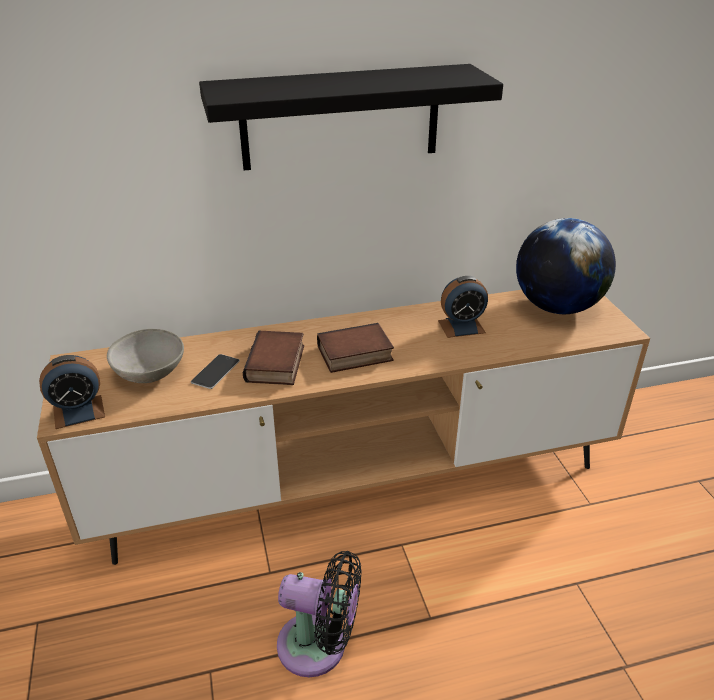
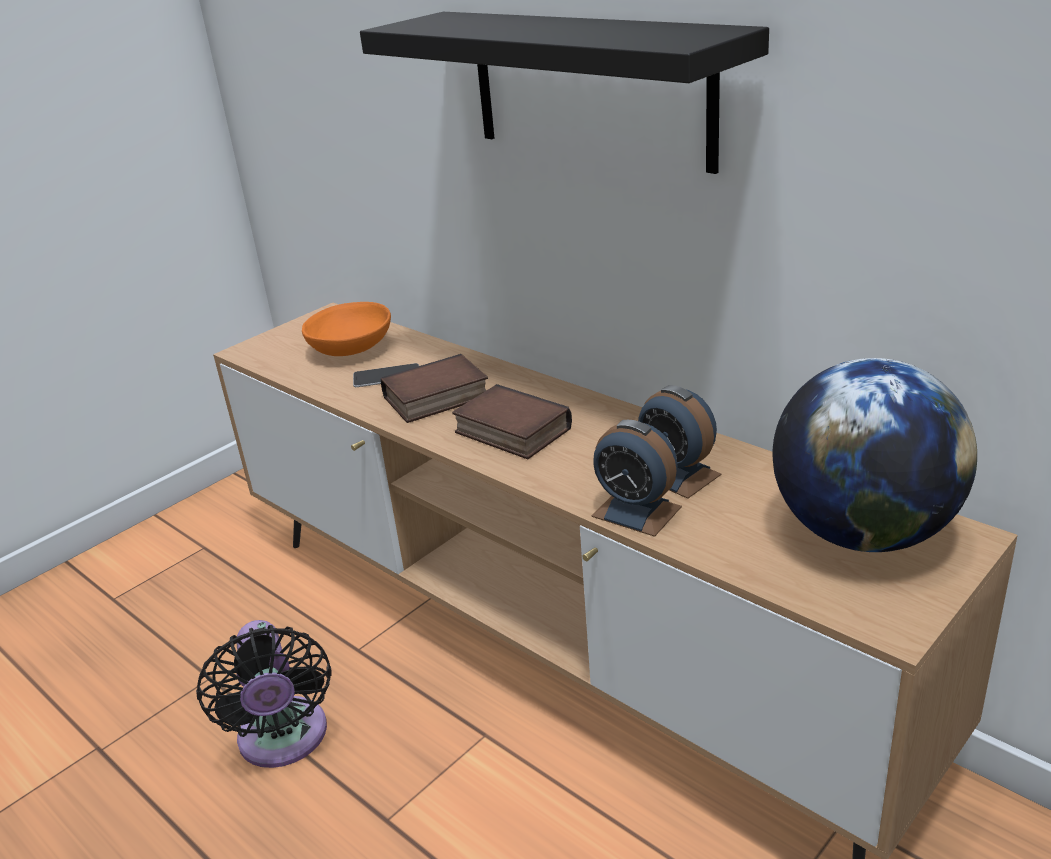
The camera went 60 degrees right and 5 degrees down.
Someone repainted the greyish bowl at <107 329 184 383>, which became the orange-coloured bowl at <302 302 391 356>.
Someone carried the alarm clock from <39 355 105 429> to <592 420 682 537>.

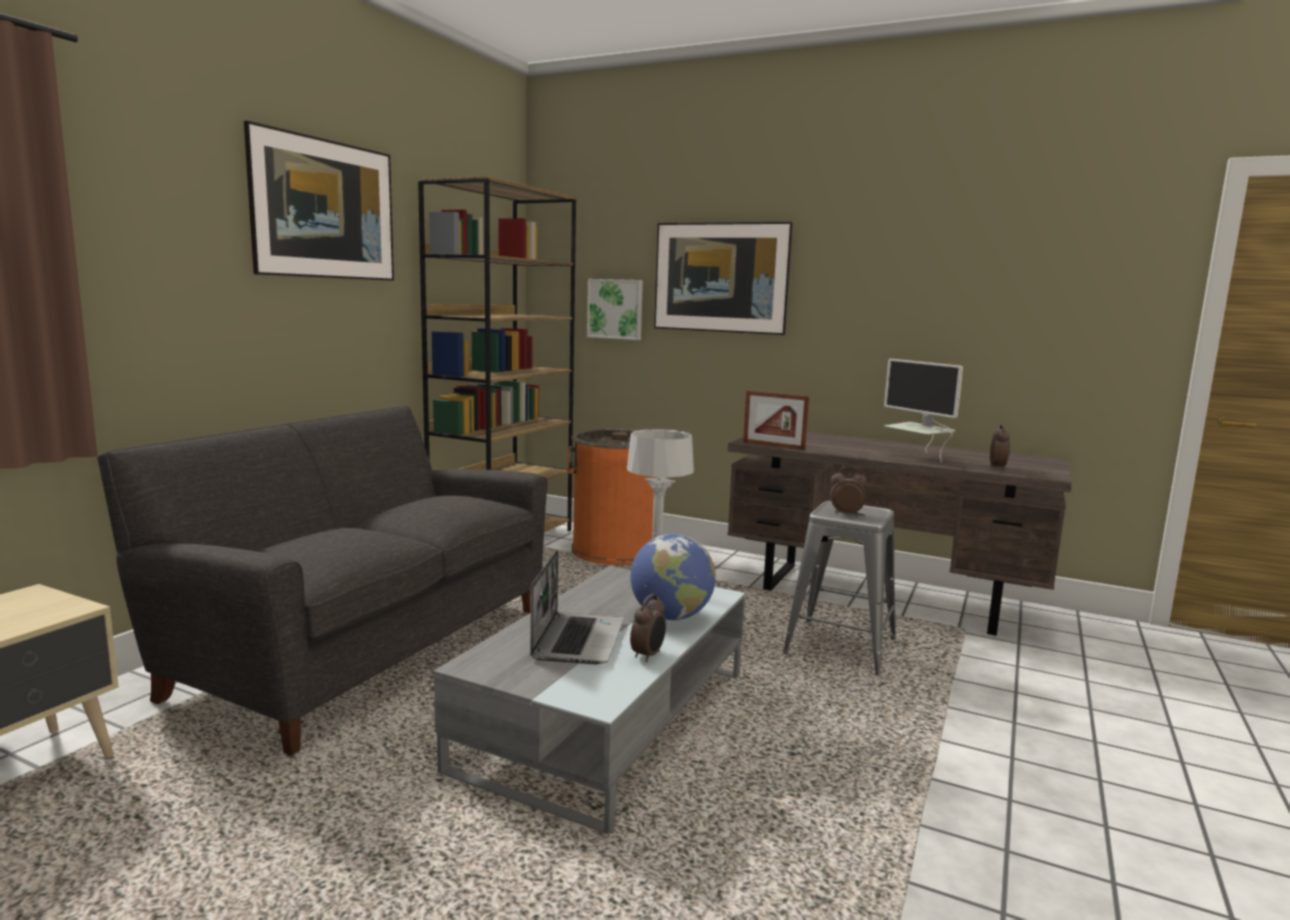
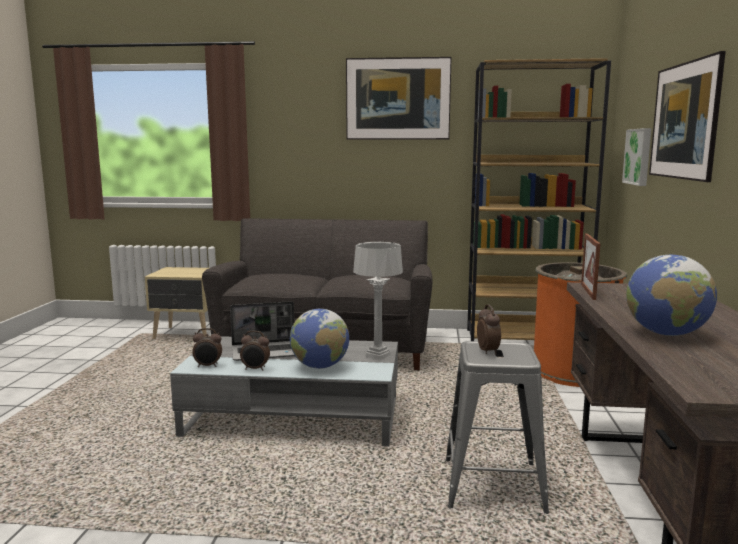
The camera went 70 degrees right and 0 degrees up.
Someone swapped the computer screen at <884 359 963 463> for the globe at <626 255 717 336>.
Someone carried the alarm clock from <990 424 1010 470> to <192 328 222 367>.

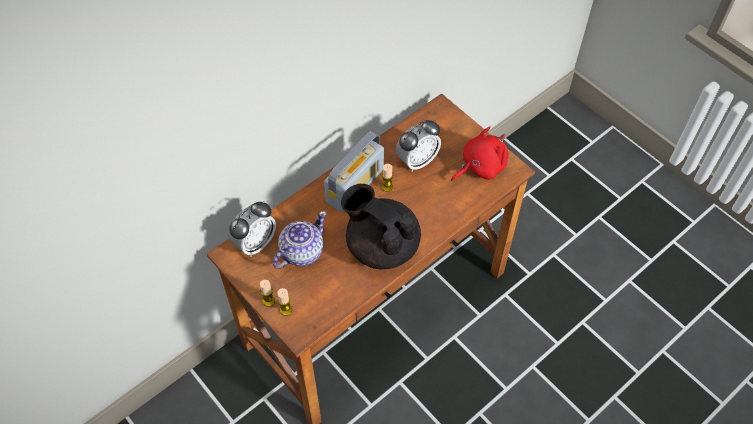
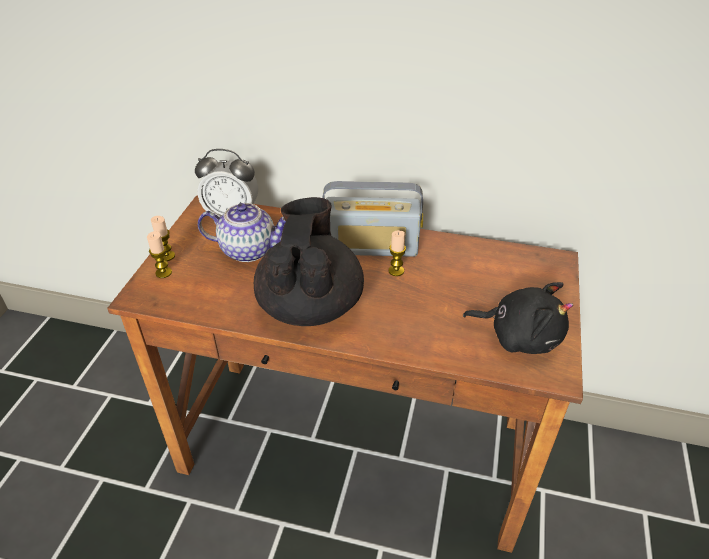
The camera went 55 degrees right and 15 degrees down.
Someone took away the alarm clock at <396 120 441 172>.
Someone repainted the red cuddly toy at <451 127 508 181>, which became the black-coloured cuddly toy at <463 282 573 354>.

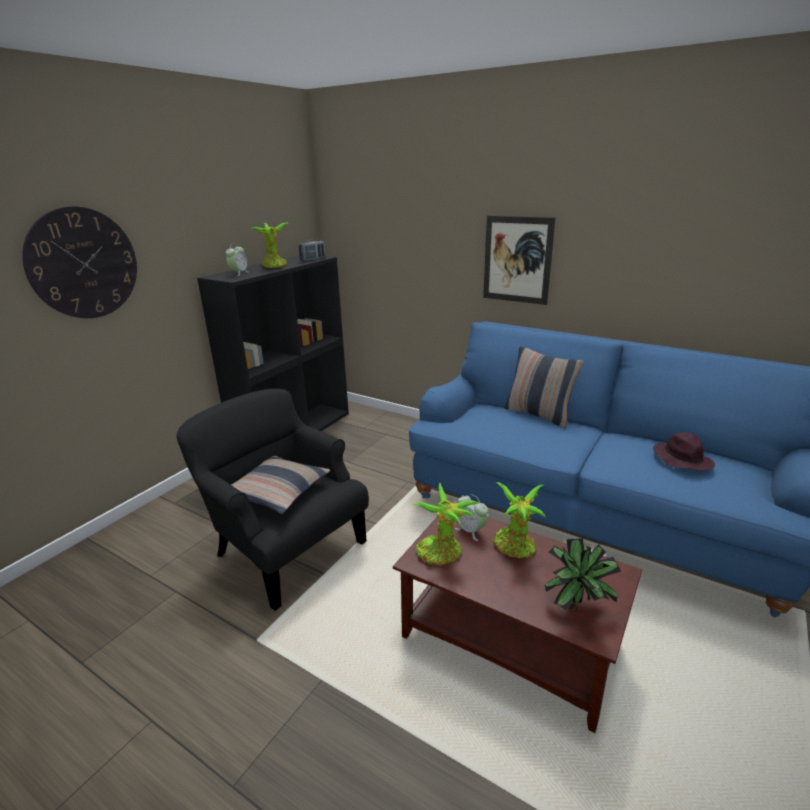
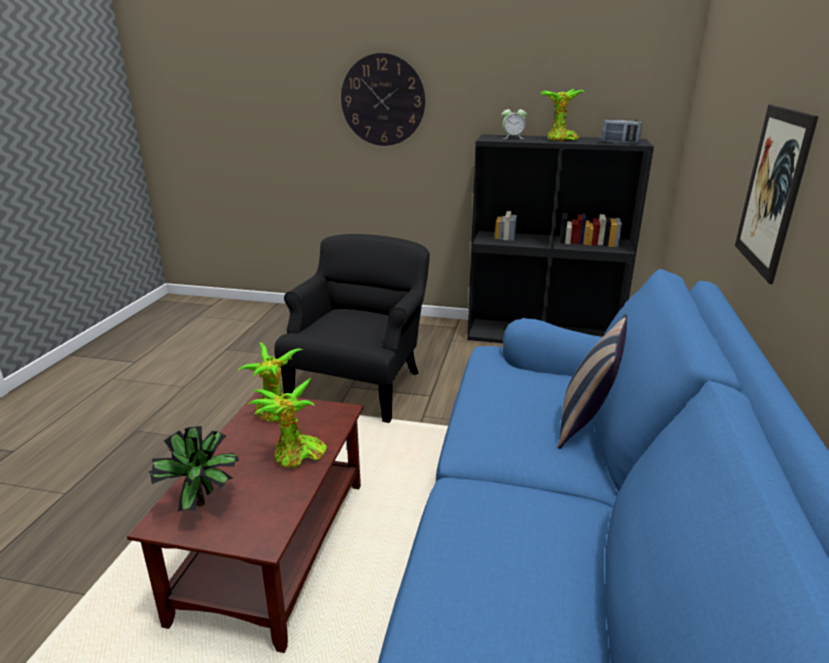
The camera went 70 degrees right and 0 degrees up.
Someone took away the purple-coloured wearable hat at <653 432 715 470>.
Someone took away the throw pillow at <231 456 331 514>.
Someone took away the alarm clock at <455 494 488 541>.

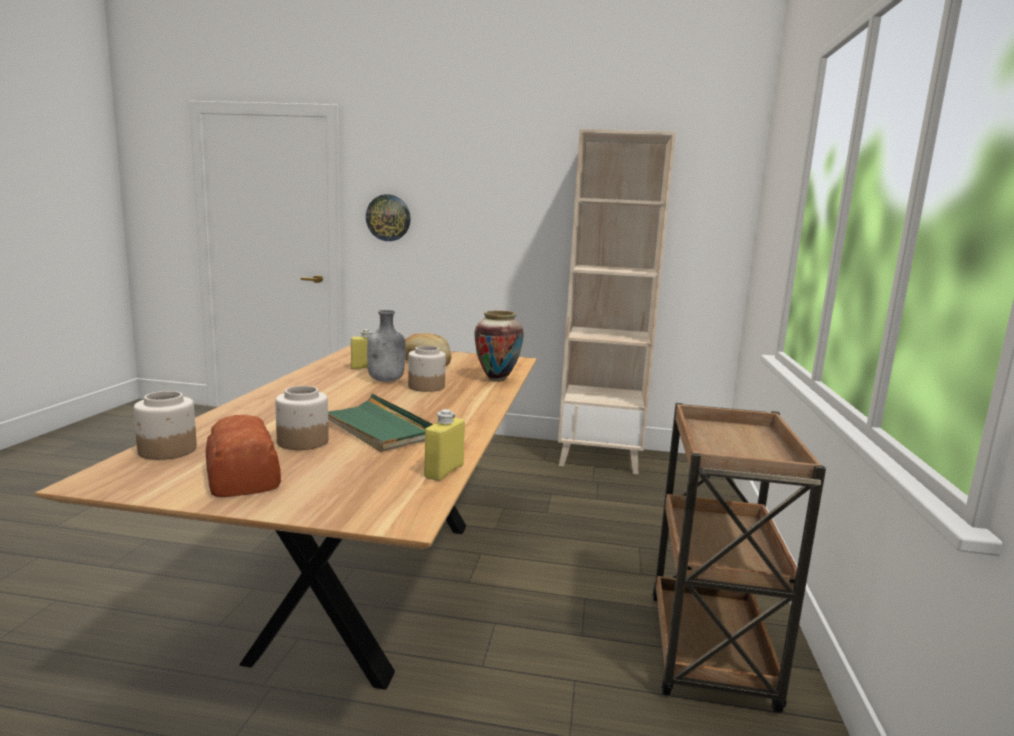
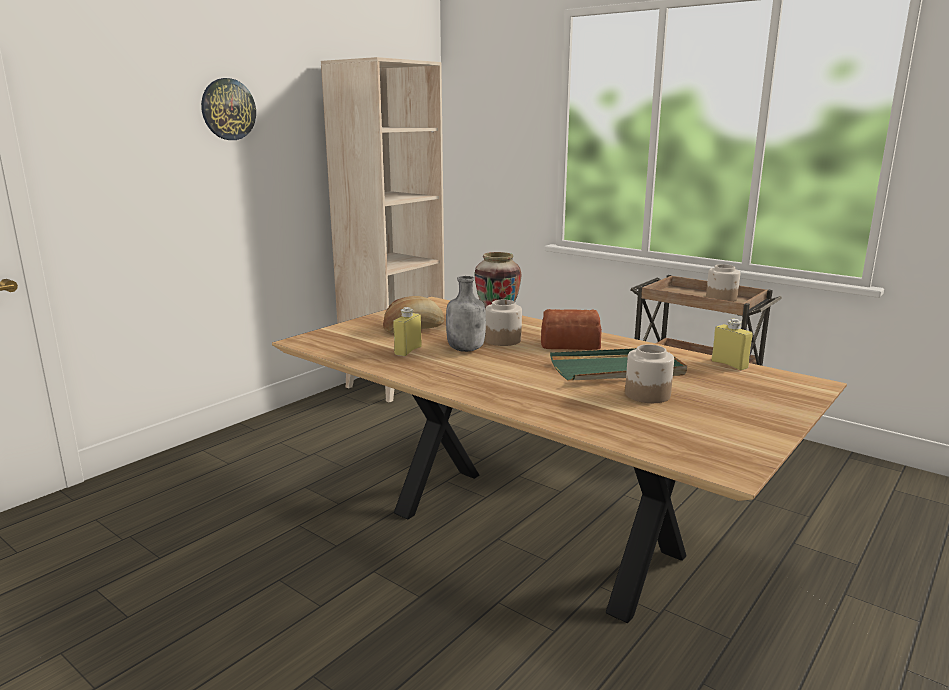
The camera went 60 degrees left and 5 degrees up.
Someone carried the clock on the wall from <366 194 411 241> to <201 78 256 140>.
Someone carried the preserve jar from <134 391 197 460> to <706 264 740 302>.
Someone carried the baked bread from <206 415 281 497> to <541 309 602 350>.

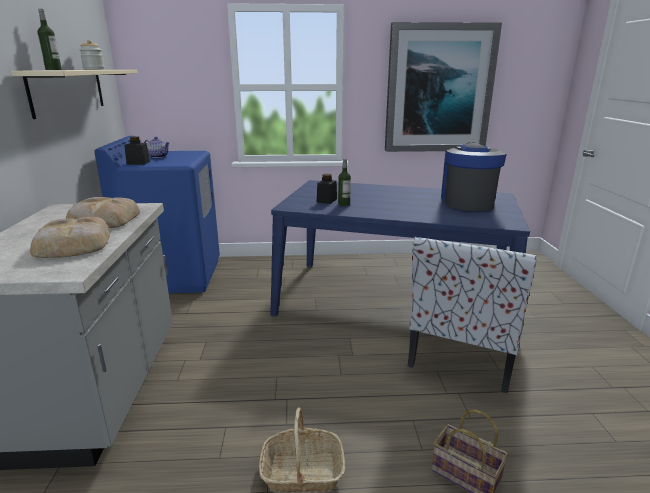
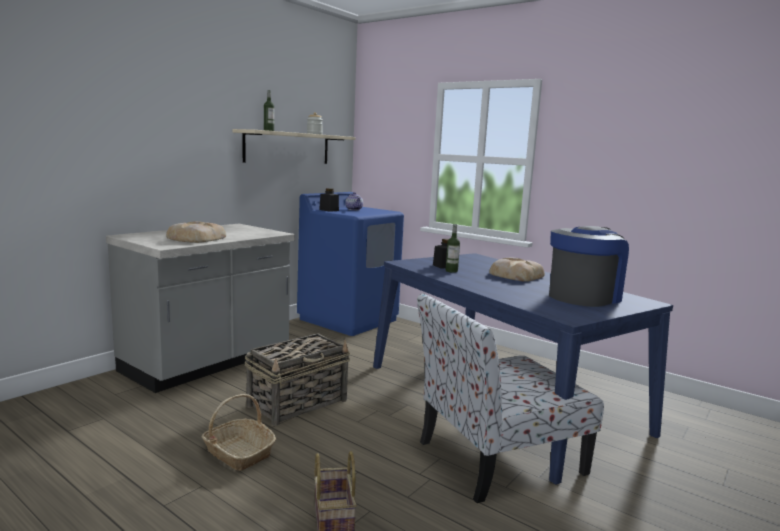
The camera went 40 degrees right and 10 degrees down.
Someone took away the wall picture at <385 22 502 152>.
Someone carried the baked bread from <66 197 140 228> to <489 258 545 282>.
Someone put down the basket at <245 333 350 426>.

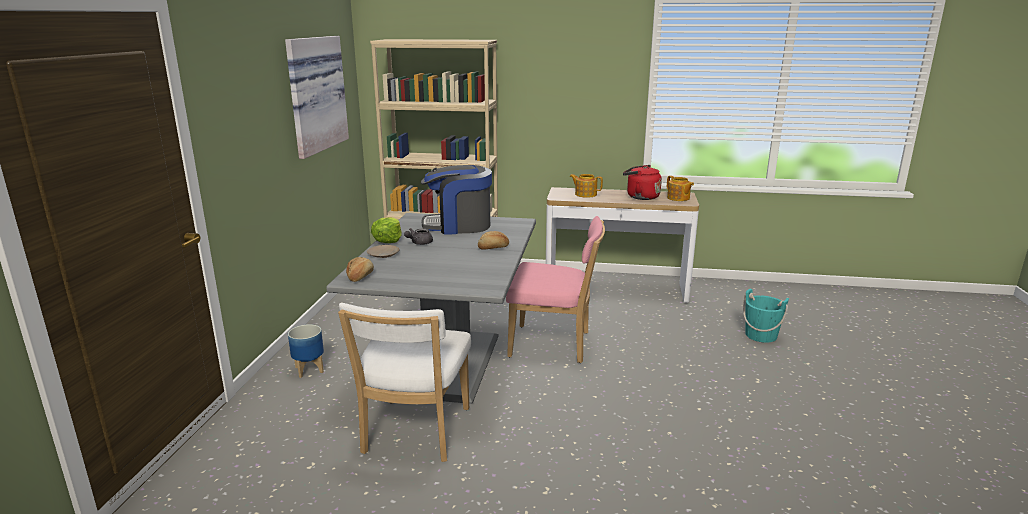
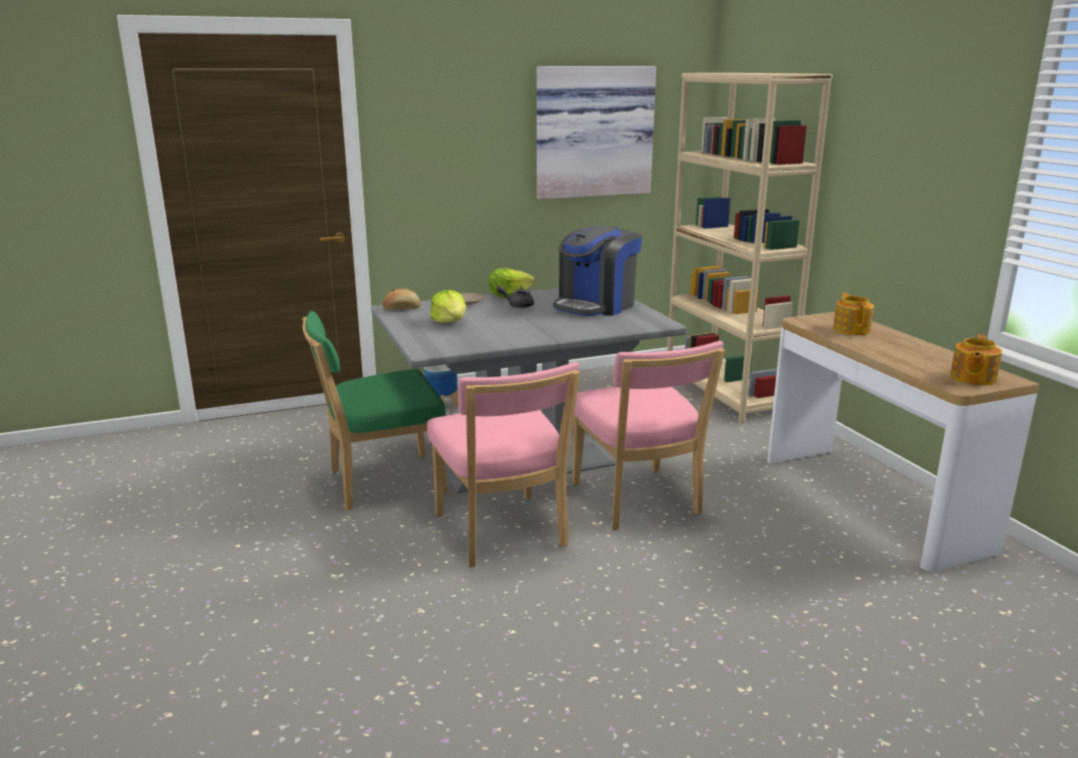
The camera went 60 degrees right and 0 degrees up.
Someone rotated the coffee machine at <421 165 492 235> by 105 degrees counterclockwise.
Someone took away the red tea kettle at <623 165 662 200>.
Someone took away the baked bread at <478 231 509 250>.
Someone took away the blue-green pail at <743 289 789 343>.
Someone repainted the white upright chair at <338 303 471 462>, which became the green upright chair at <302 311 448 510>.
Someone put down the head of lettuce at <430 290 466 323>.
Someone put down the pinkish upright chair at <427 362 580 567>.

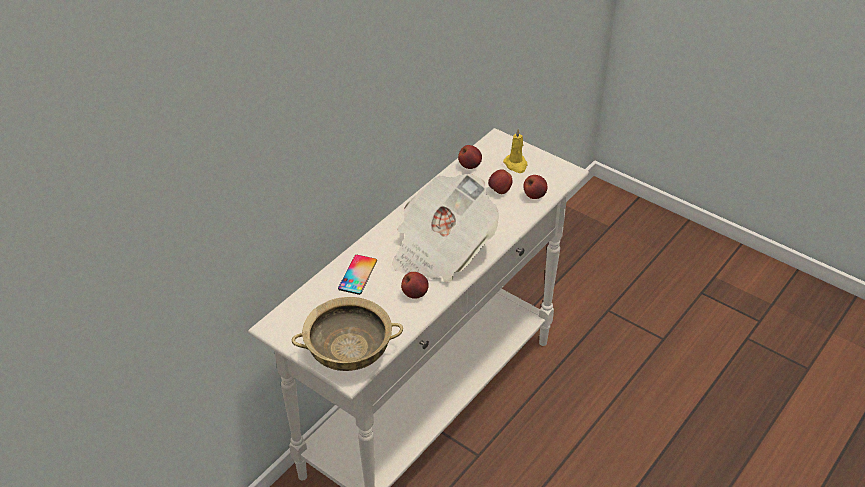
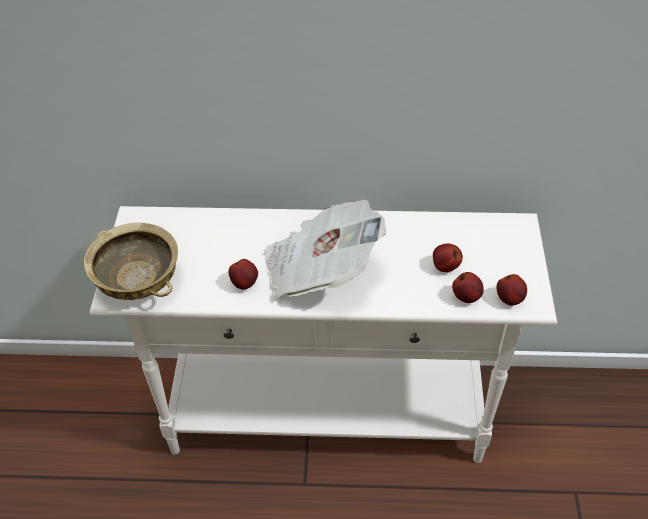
The camera went 55 degrees right and 5 degrees up.
Someone took away the yellowish wax light at <503 128 528 173>.
Someone carried the whole apple from <458 145 482 169> to <497 274 527 305>.
Someone took away the phone at <338 255 377 295>.

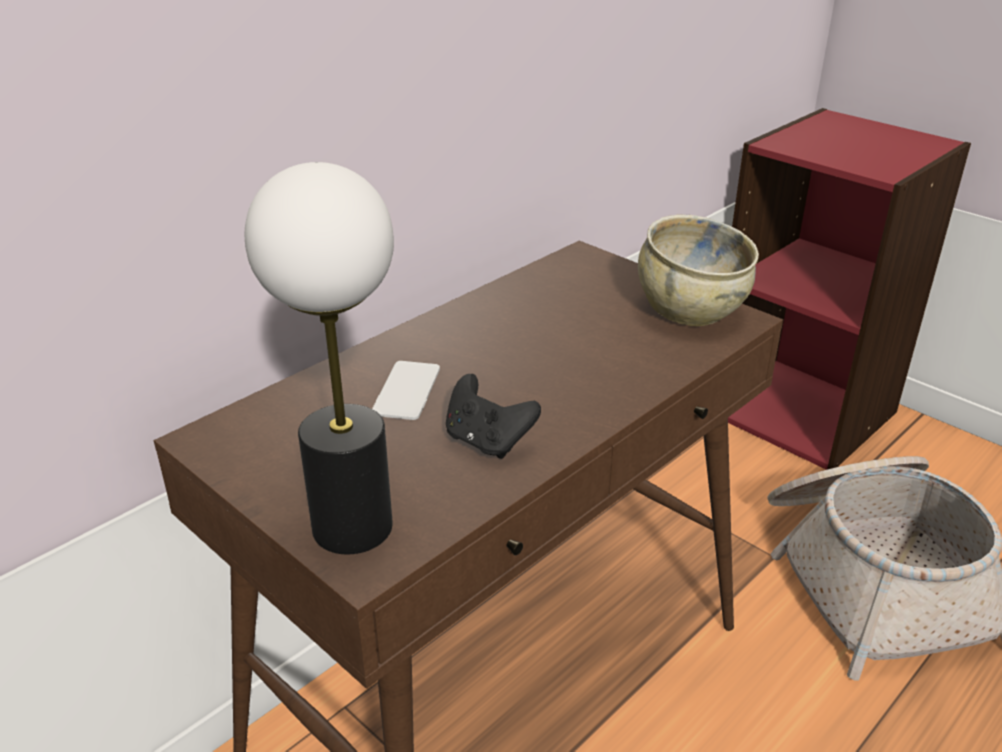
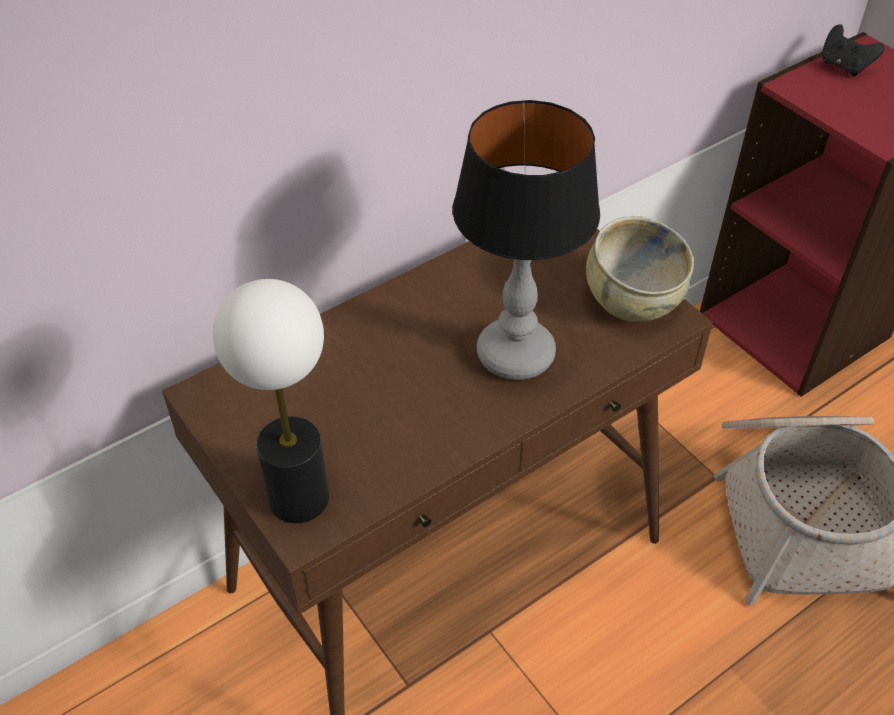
The camera went 10 degrees right and 15 degrees up.
Someone took away the phone at <372 361 440 420>.
Someone carried the black-coloured gamepad from <446 374 541 459> to <822 25 885 77>.
Someone put down the table lamp at <453 100 600 380>.

